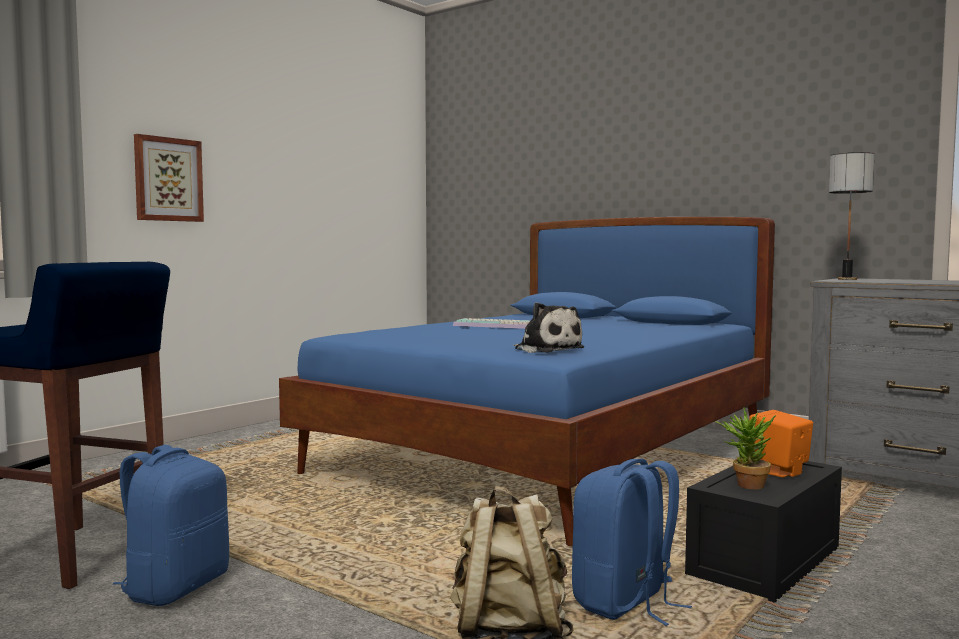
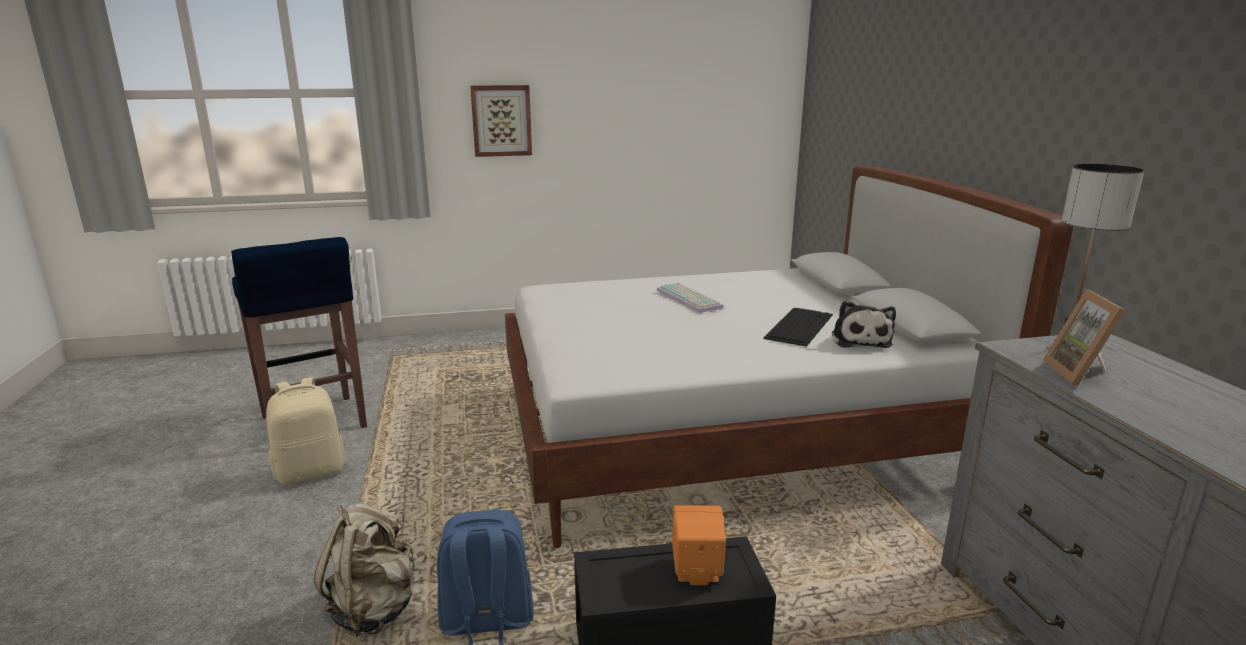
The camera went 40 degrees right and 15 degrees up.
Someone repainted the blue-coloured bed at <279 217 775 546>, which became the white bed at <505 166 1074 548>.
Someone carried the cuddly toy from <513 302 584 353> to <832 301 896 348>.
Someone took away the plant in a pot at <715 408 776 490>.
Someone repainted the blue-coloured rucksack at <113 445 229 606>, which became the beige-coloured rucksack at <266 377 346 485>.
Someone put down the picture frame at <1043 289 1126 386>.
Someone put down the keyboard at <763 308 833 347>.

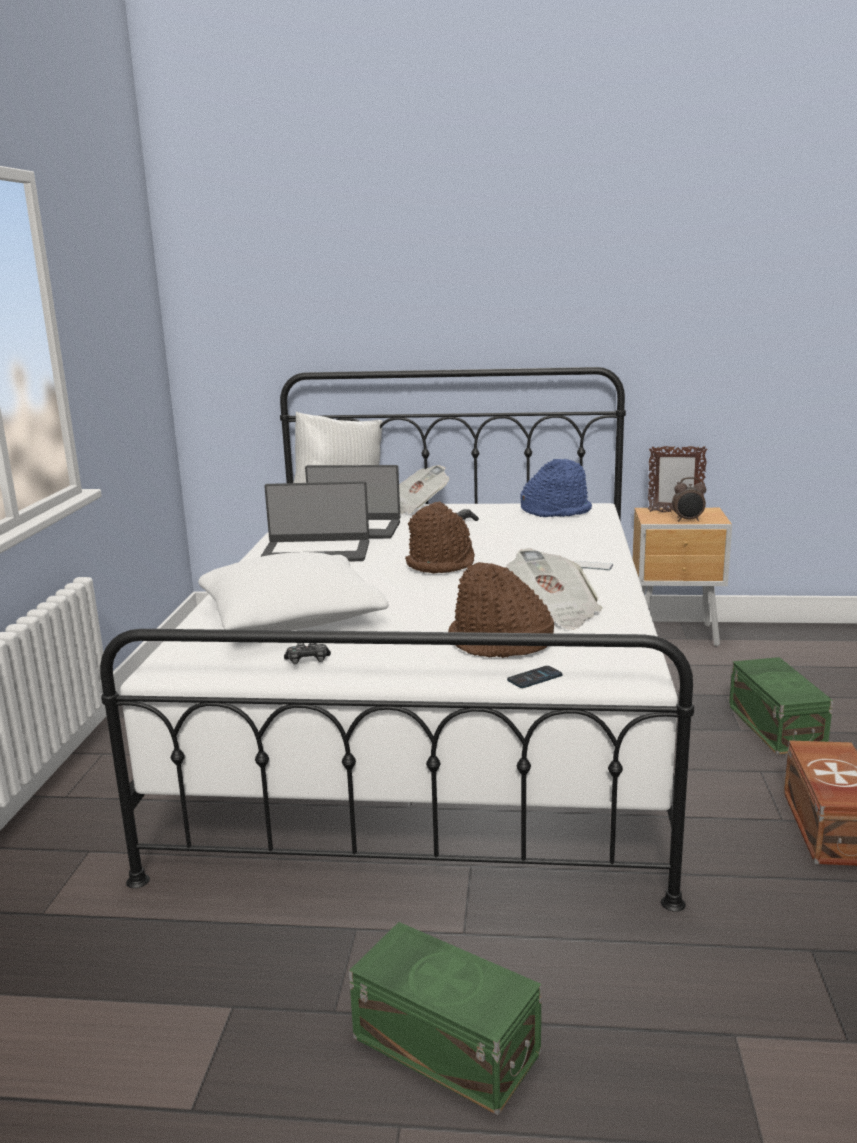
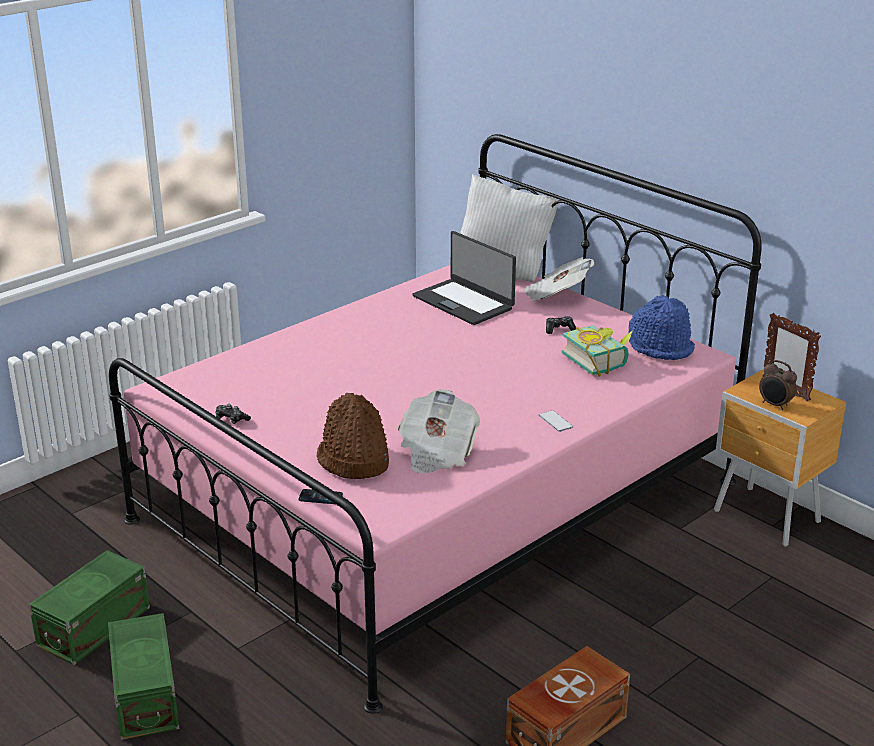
The camera went 40 degrees right and 10 degrees up.
Someone repainted the white bed at <100 367 694 912>, which became the pinkish bed at <109 134 762 713>.
Someone took away the laptop at <260 481 369 562>.
Someone took away the brown wearable hat at <405 501 475 573>.
Someone took away the white throw pillow at <198 552 389 630>.
Someone carried the green storage box from <729 657 833 755> to <29 550 150 665>.
Someone put down the bound book at <562 325 633 376>.

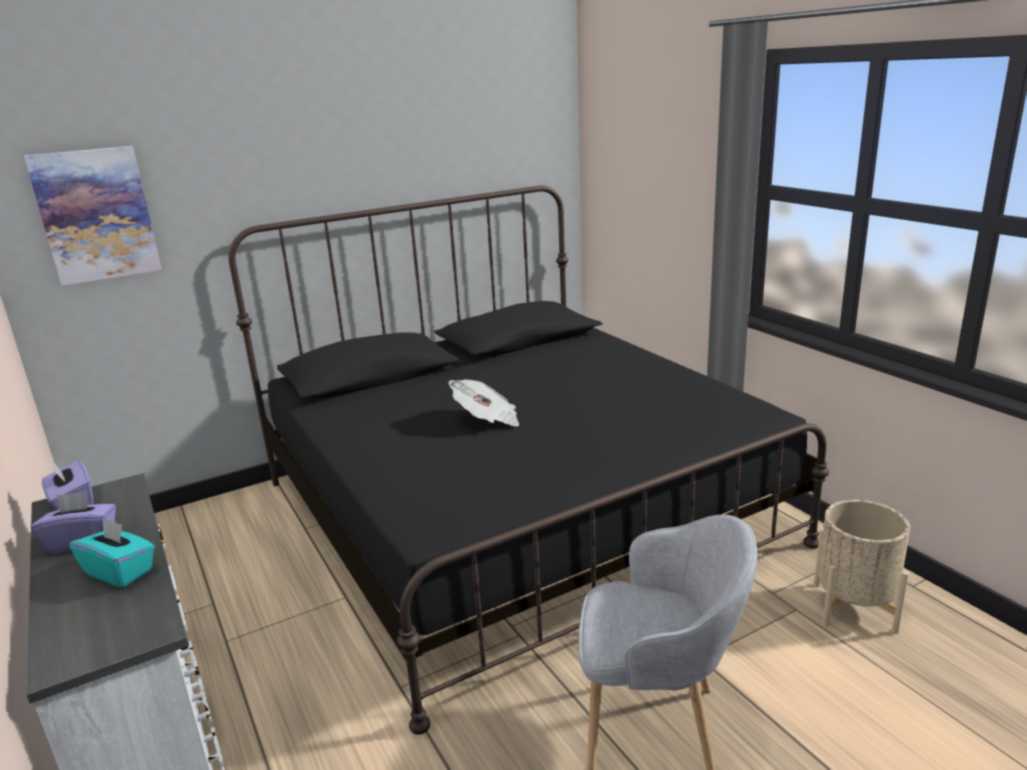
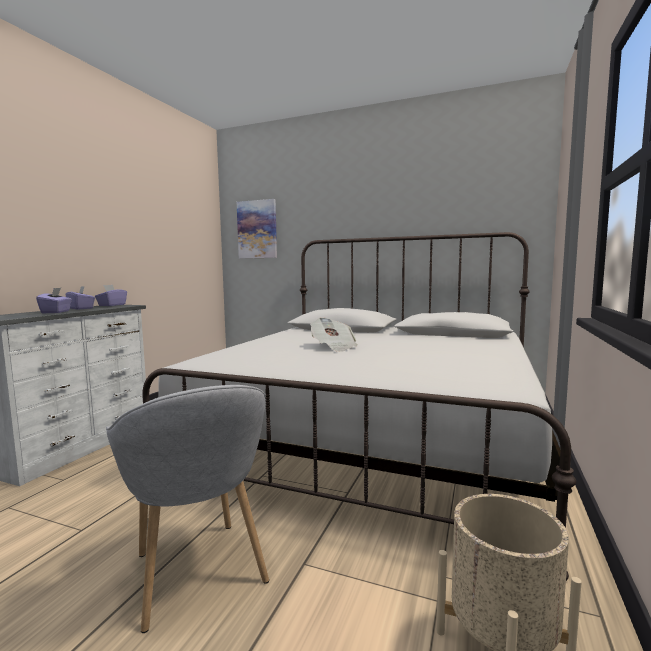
The camera went 50 degrees right and 15 degrees down.
Someone repainted the black-coloured bed at <228 186 829 735>, which became the white bed at <142 232 576 581>.
Someone repainted the blue-green box of tissues at <69 517 155 588>, which became the purple-coloured box of tissues at <36 288 72 313>.

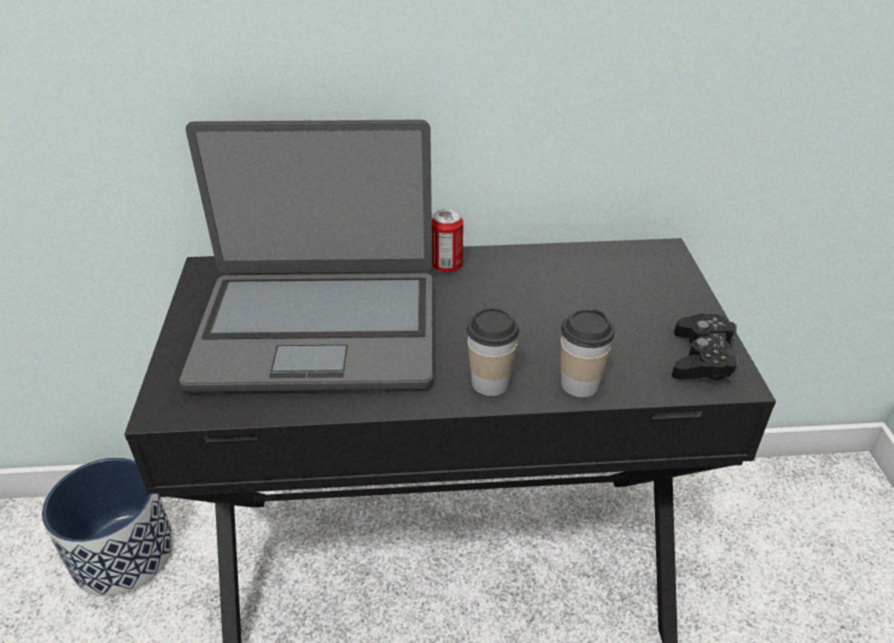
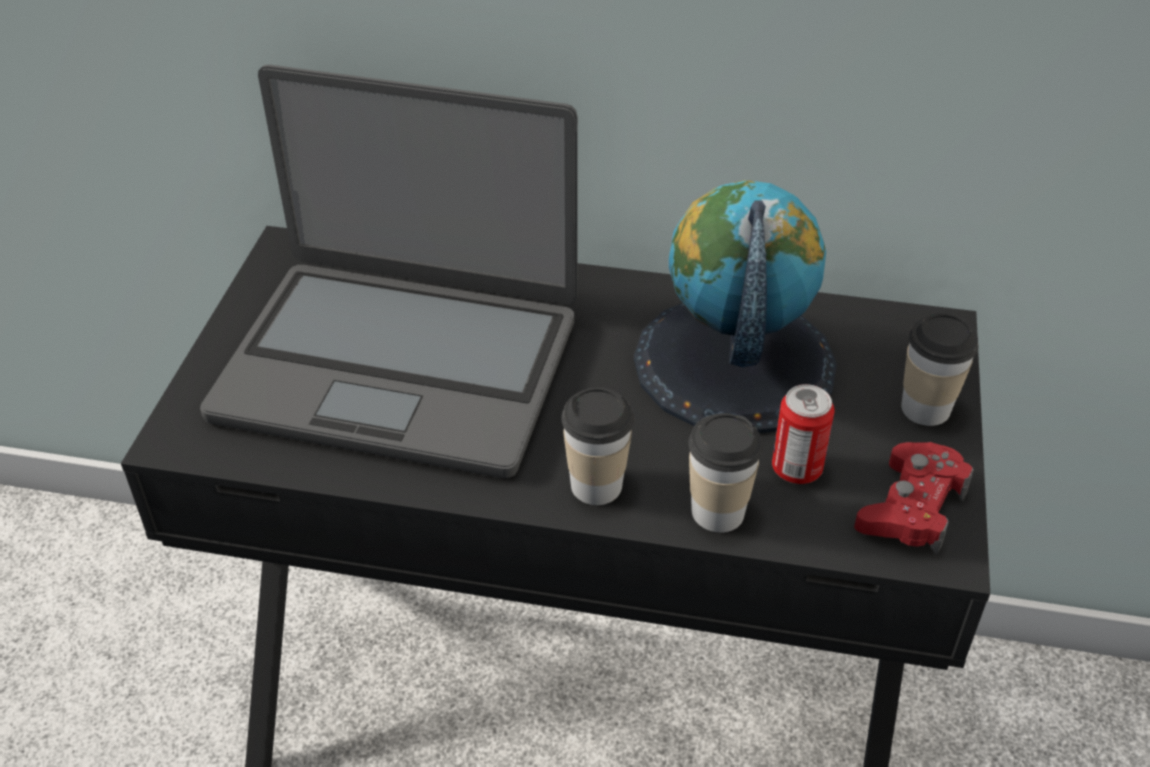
The camera went 15 degrees right and 5 degrees up.
Someone carried the sealed can from <432 209 463 272> to <772 384 835 484>.
Someone repainted the black-coloured gamepad at <672 313 738 384>, which became the red gamepad at <854 442 974 555>.
Someone took away the flower pot at <42 458 174 596>.
Someone put down the globe at <634 180 837 433>.
Someone put down the drinking cup at <901 313 979 426>.

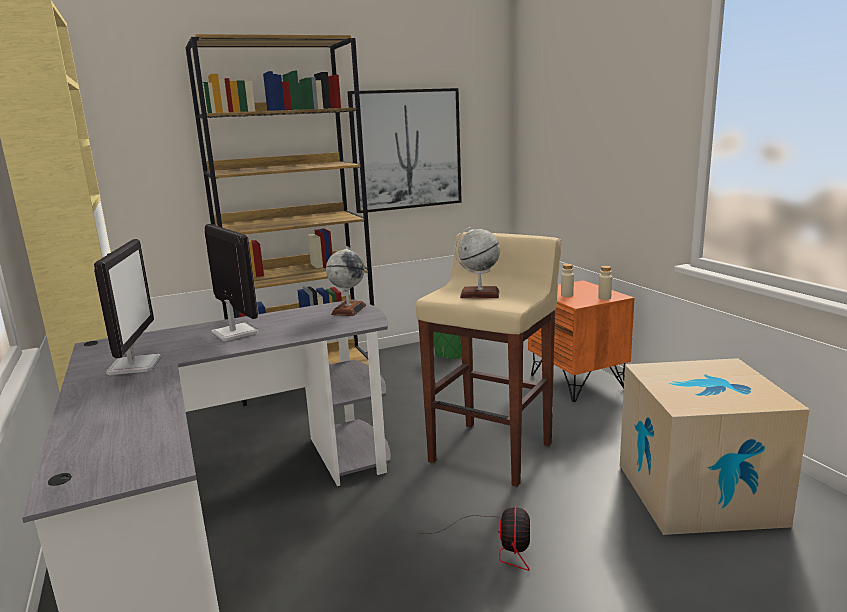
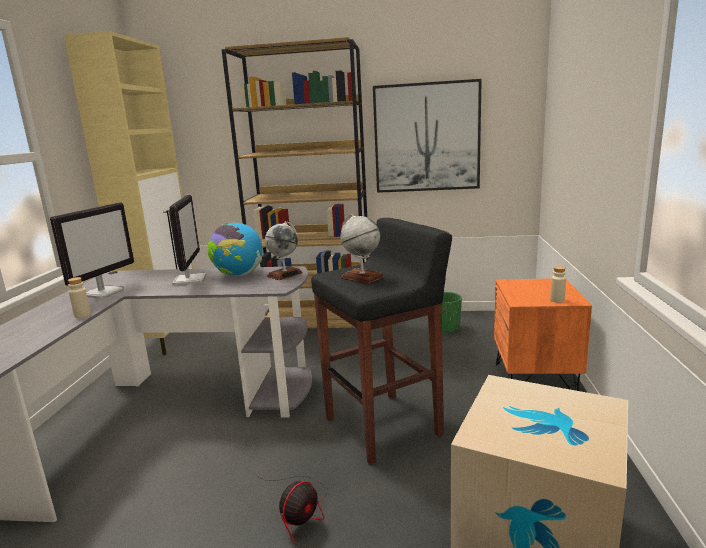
The camera went 30 degrees right and 0 degrees up.
Someone repainted the beige-coloured sitting stool at <416 232 562 487>, which became the black-coloured sitting stool at <311 218 452 465>.
Someone carried the beige-coloured beverage bottle from <561 264 574 297> to <68 277 91 318>.
Someone put down the globe at <208 223 263 276>.

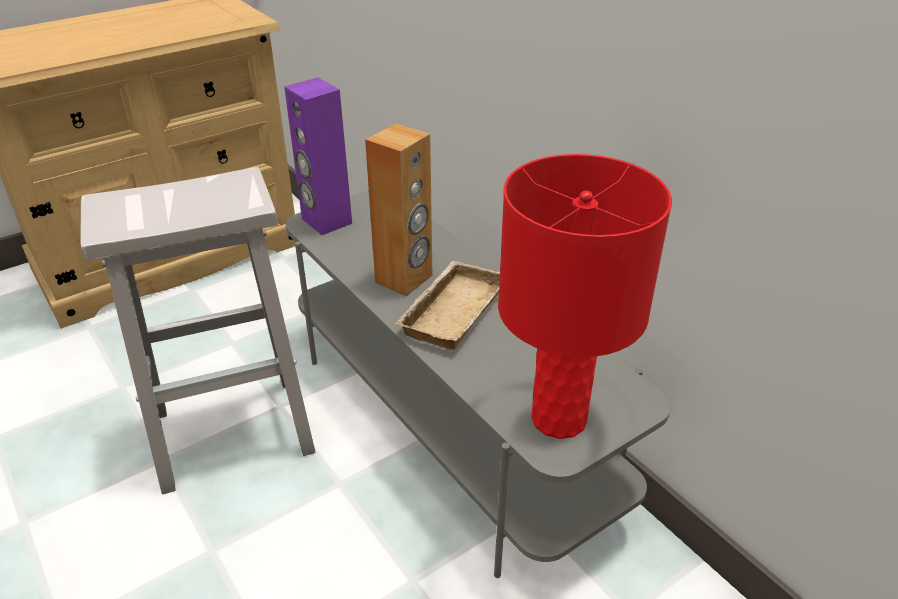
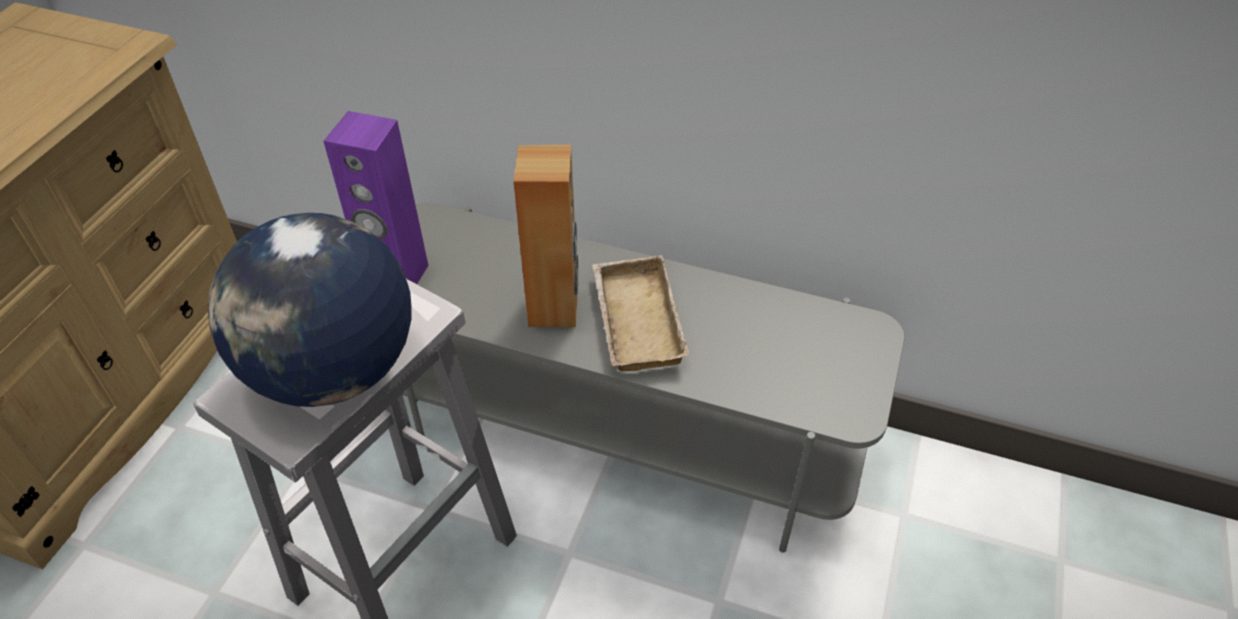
The camera went 35 degrees left and 10 degrees up.
Someone took away the red table lamp at <498 154 672 439>.
Someone put down the globe at <208 213 412 407>.

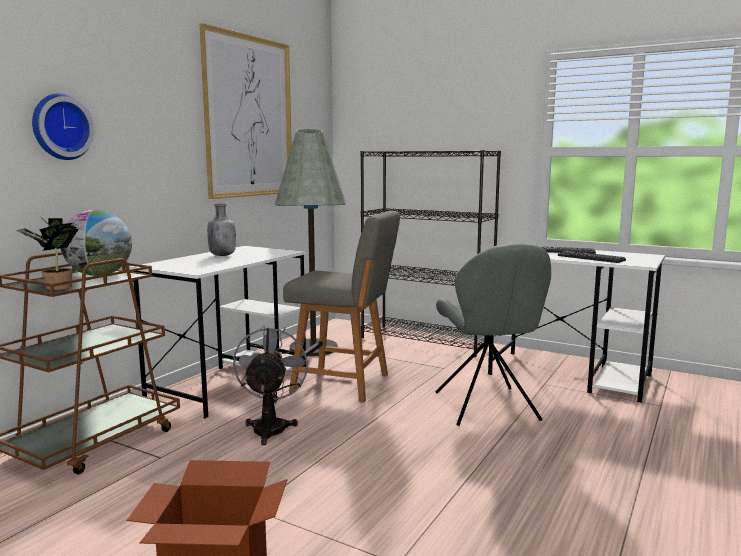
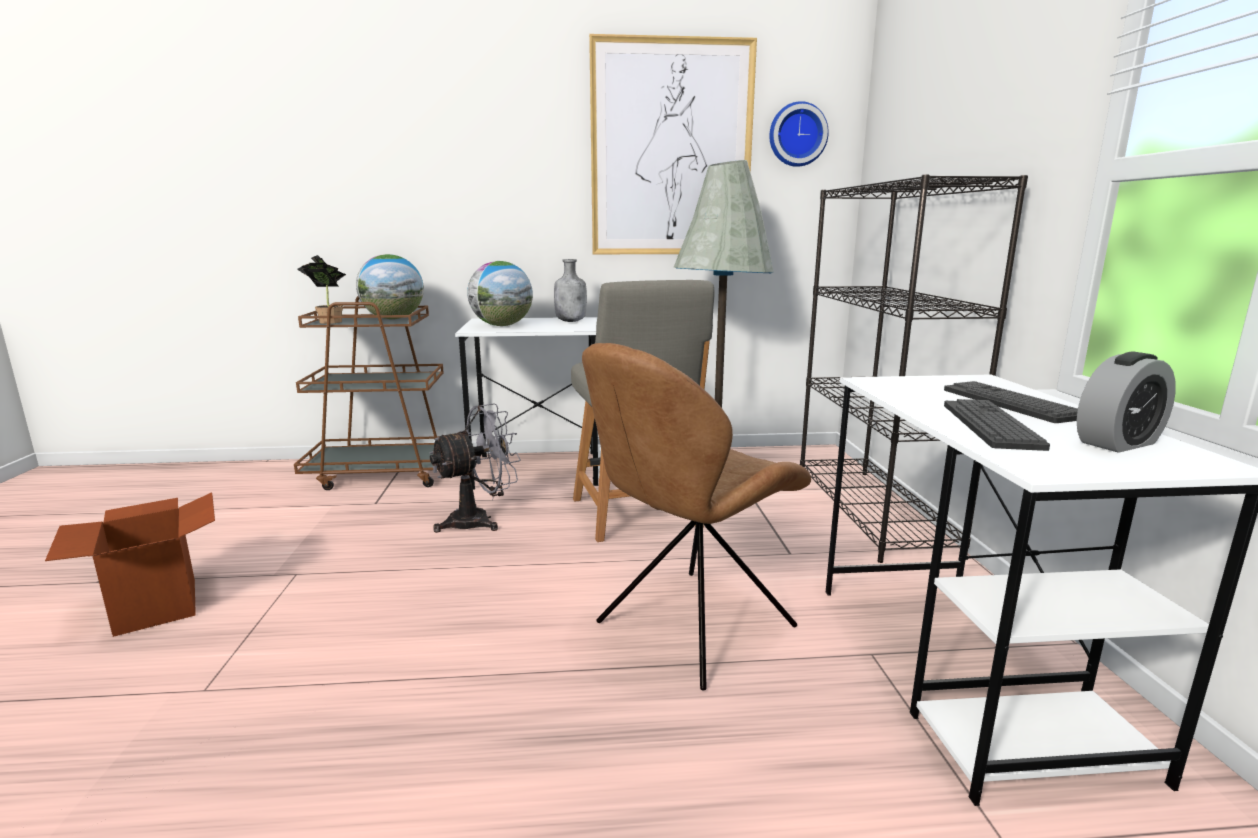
The camera went 55 degrees right and 5 degrees up.
Someone carried the clock on the wall from <32 93 94 160> to <769 101 829 167>.
Someone repainted the greyish upright chair at <435 244 551 426>, which became the brown upright chair at <582 343 811 690>.
Someone put down the globe at <467 261 533 326>.
Someone put down the alarm clock at <1077 352 1176 453>.

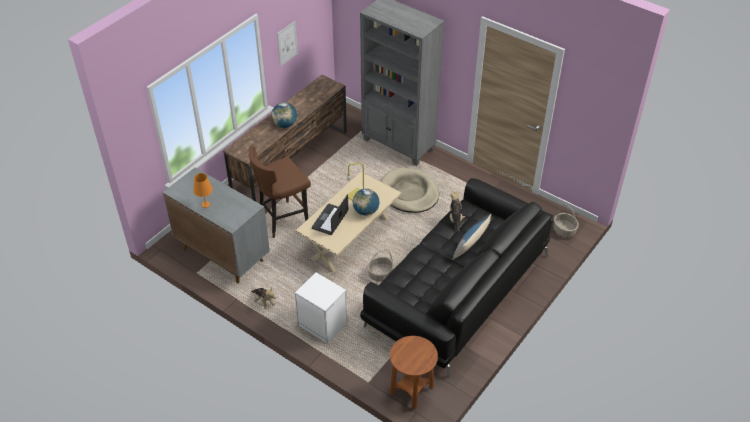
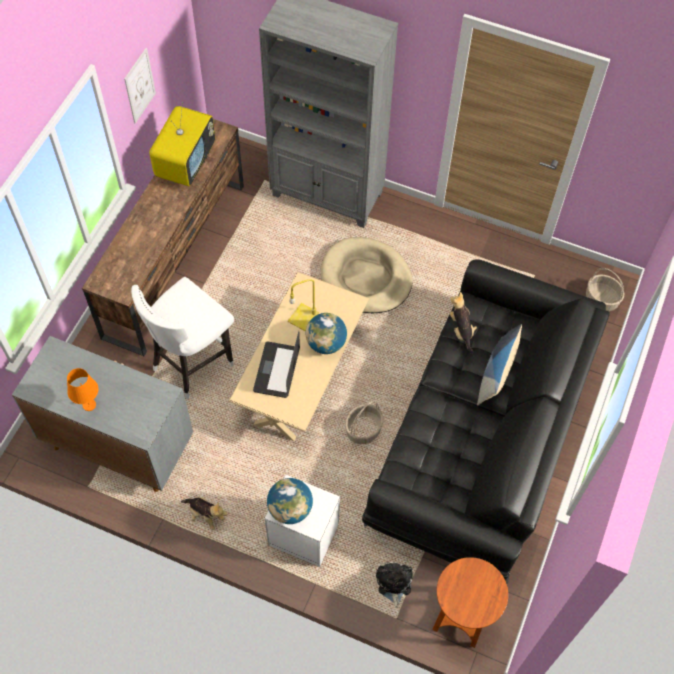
The camera went 15 degrees left and 15 degrees up.
Someone carried the globe from <272 102 297 128> to <267 478 313 524>.
Someone repainted the brown sitting stool at <249 145 311 238>, which became the white sitting stool at <131 277 234 399>.
Someone put down the TV at <149 102 215 186>.
Someone put down the cuddly toy at <376 562 413 608>.

